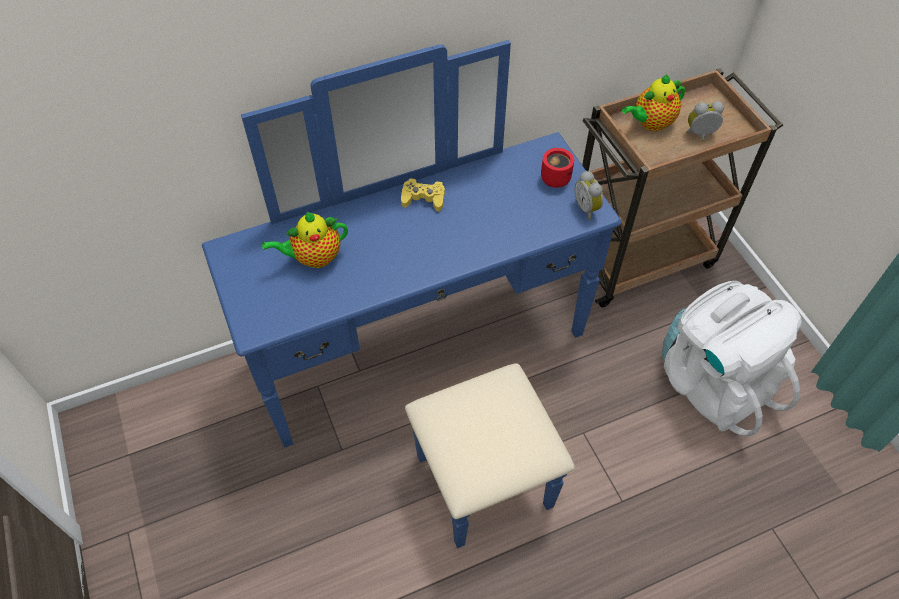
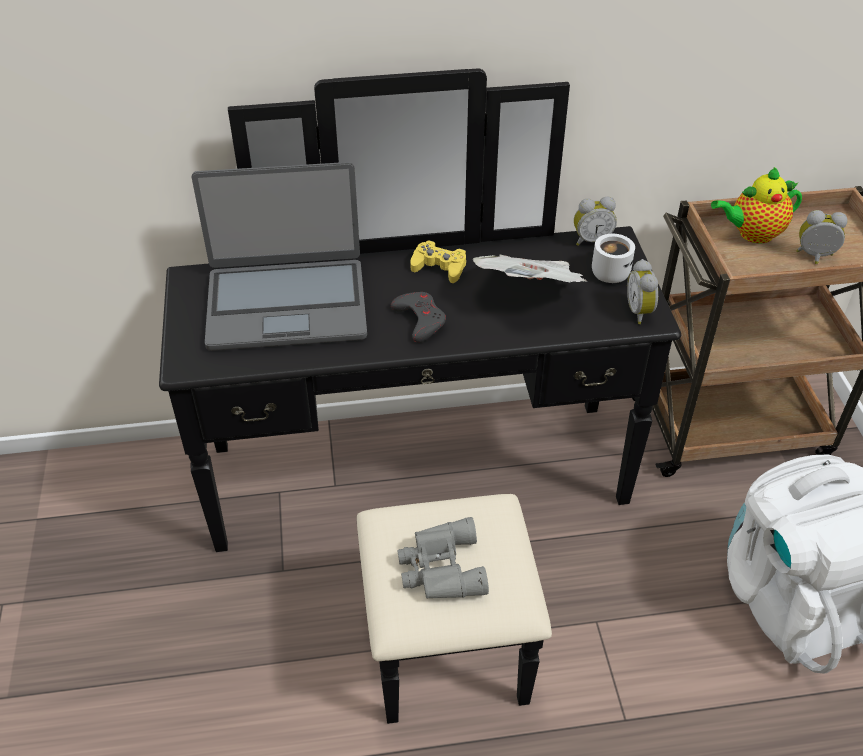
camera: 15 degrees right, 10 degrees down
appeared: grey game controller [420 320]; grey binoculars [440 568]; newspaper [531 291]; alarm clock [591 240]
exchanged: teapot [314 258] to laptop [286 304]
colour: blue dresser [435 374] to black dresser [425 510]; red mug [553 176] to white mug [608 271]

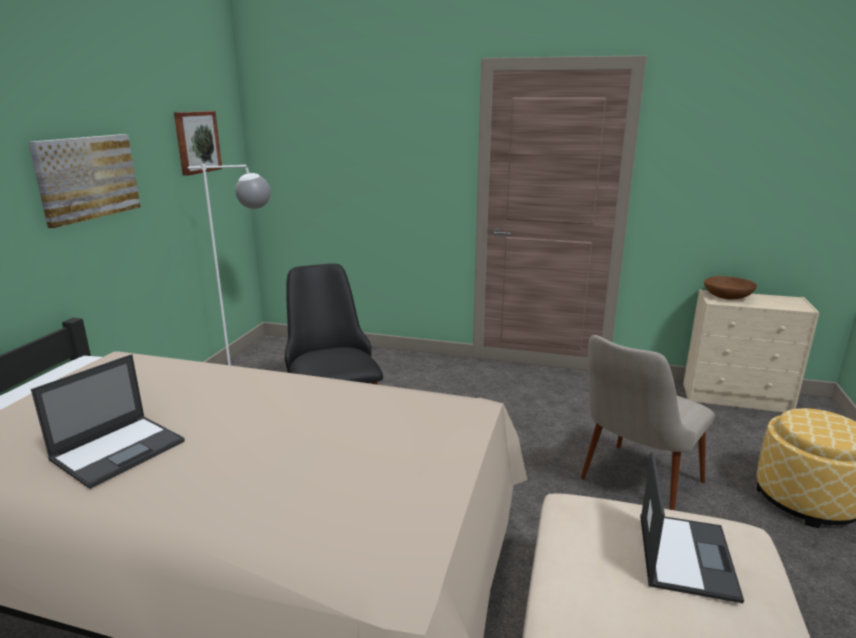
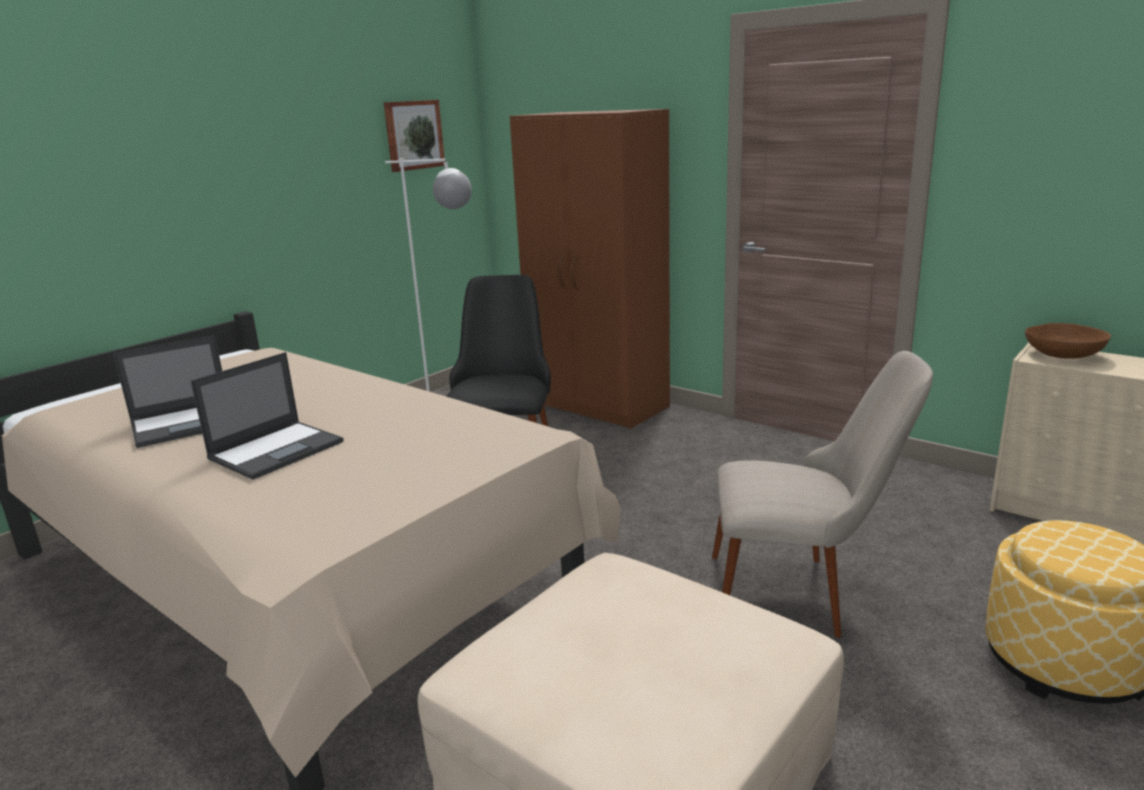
camera: 25 degrees right, 0 degrees up
missing: picture [87 178]
appeared: brown wardrobe [599 405]
relocated: laptop [685 554] to [277 449]
spun: beige chair [633 489] = [801 594] 150 degrees counterclockwise

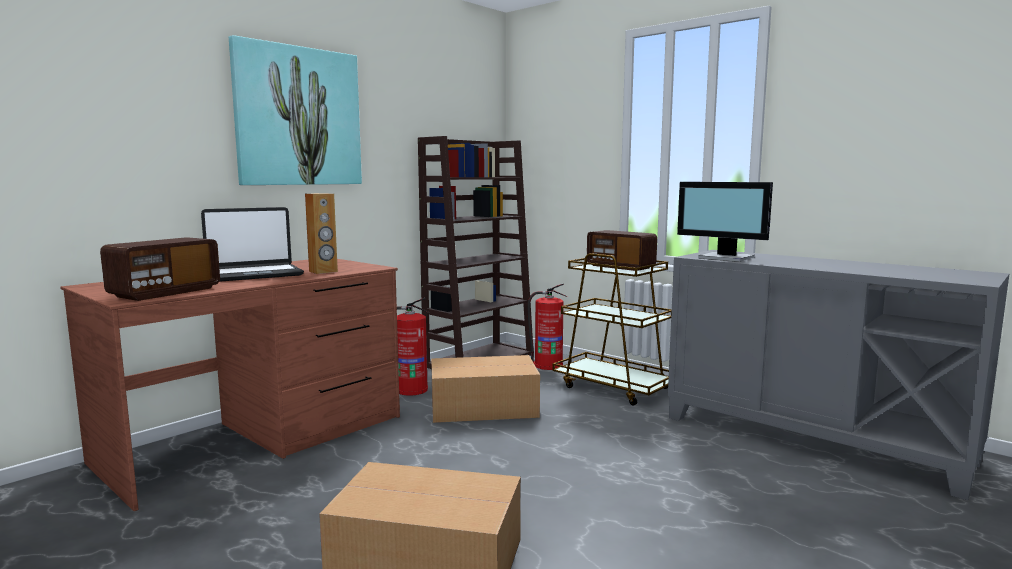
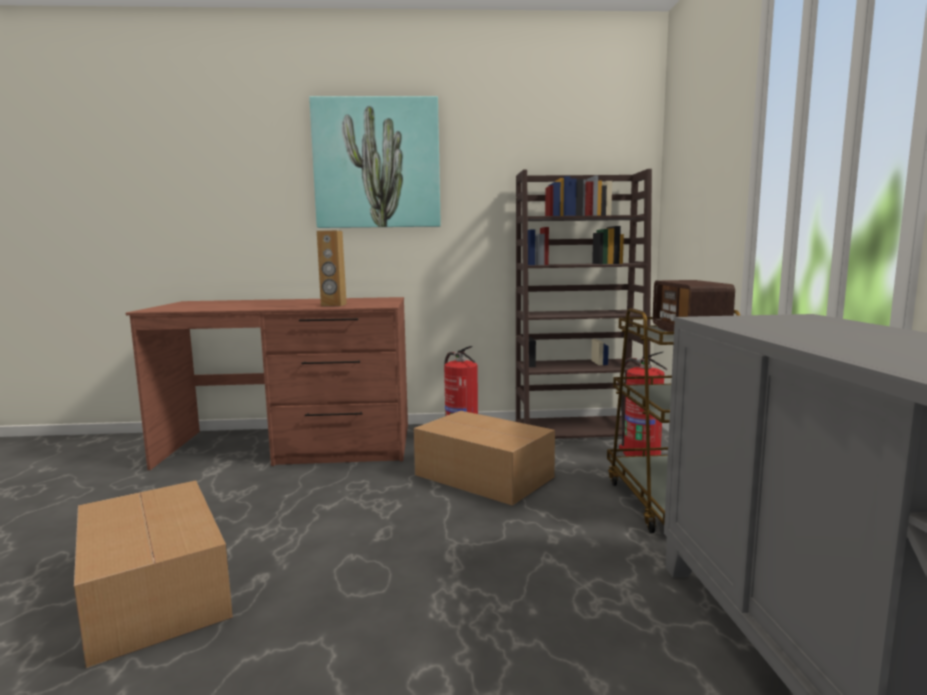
camera: 45 degrees right, 0 degrees up
missing: radio [165 292]; laptop [254 274]; monitor [726 258]

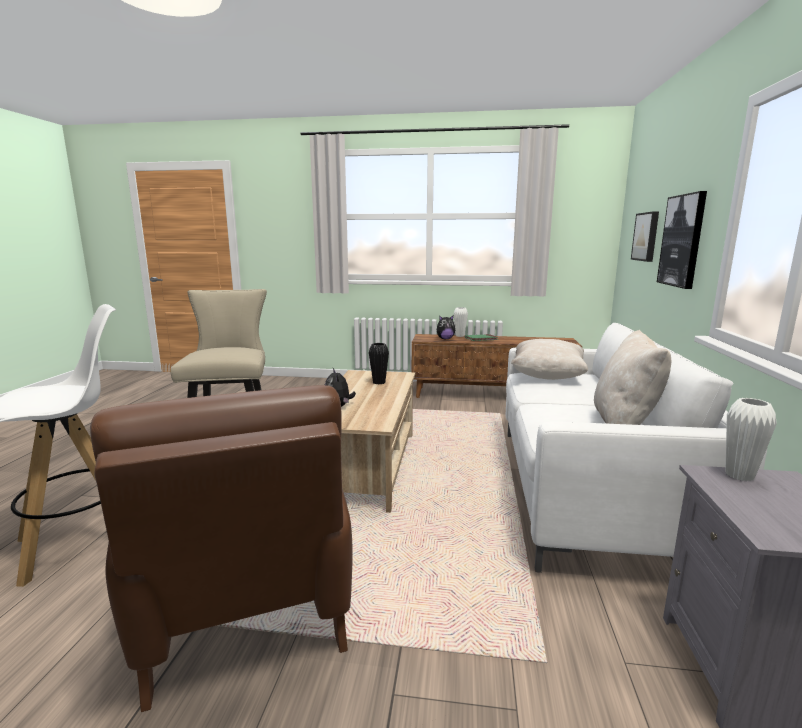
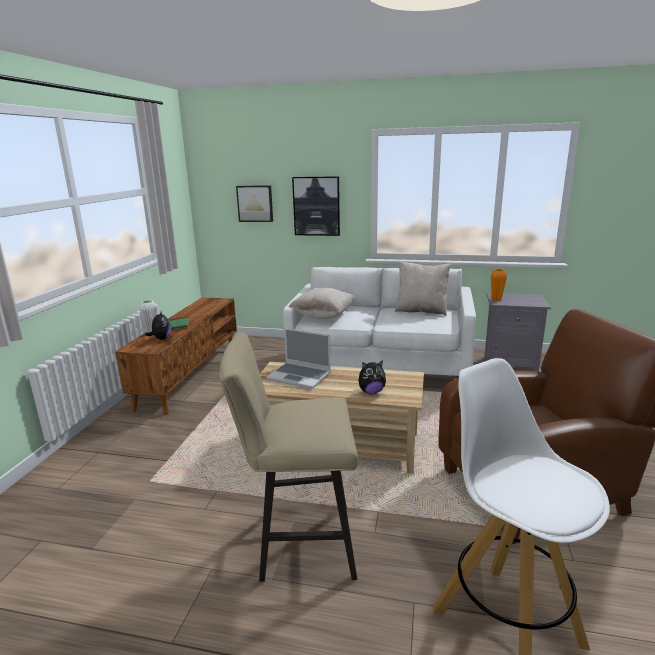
camera: 85 degrees left, 5 degrees up
exchanged: black vase [379 382] to laptop [300 376]
colour: white vase [739 475] to orange vase [496 299]

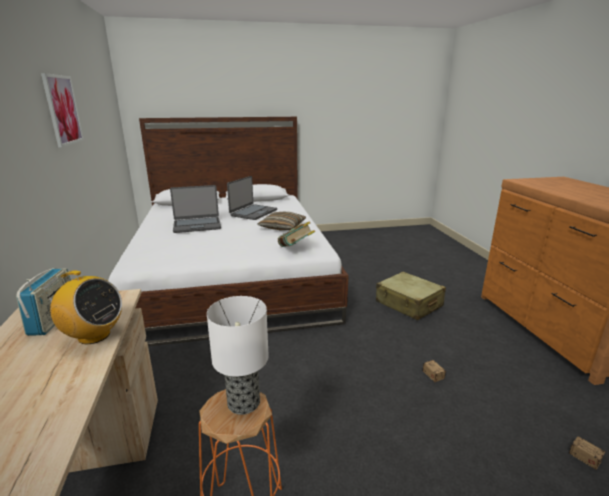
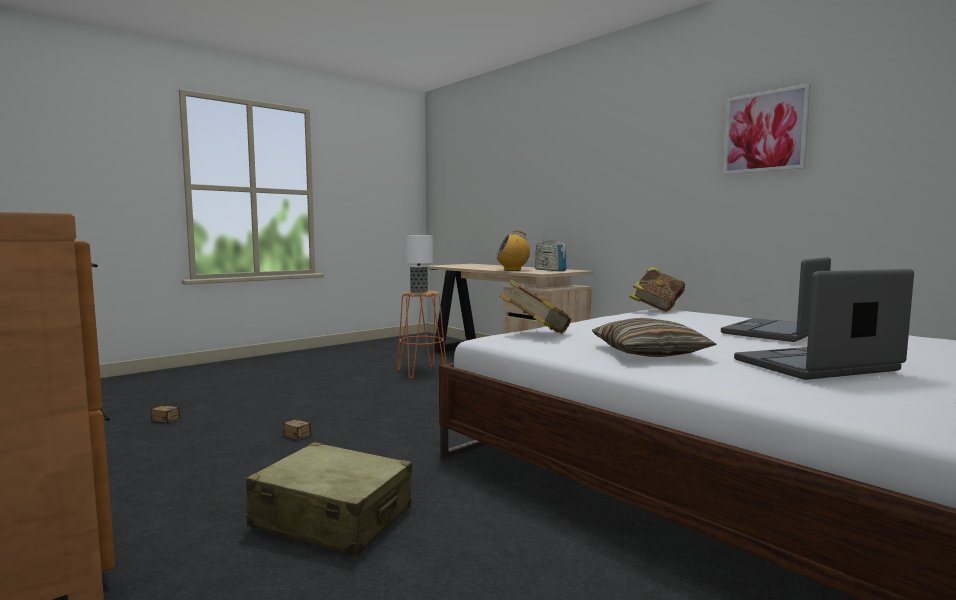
camera: 150 degrees right, 15 degrees down
appeared: book [657 309]
spun: laptop [253 213] = [817 366] 75 degrees clockwise

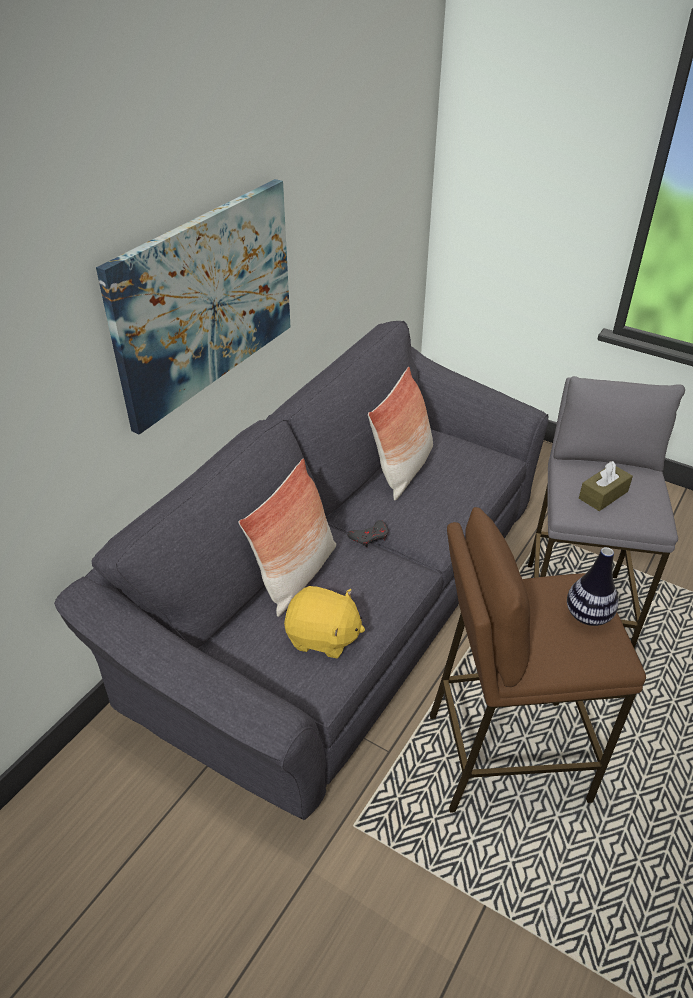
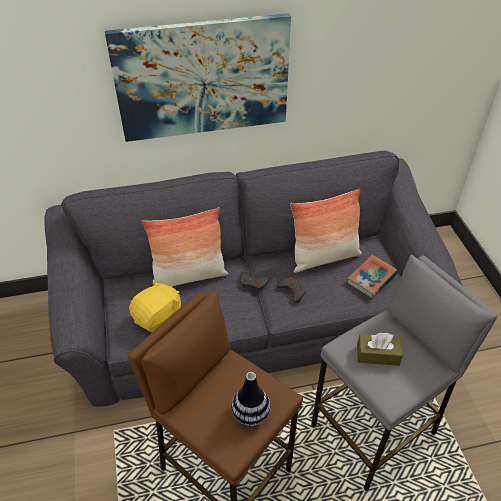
camera: 45 degrees right, 5 degrees up
appeared: grey game controller [292 291]; book [371 278]
spun: yellow plush toy [323 637] = [158 318] 105 degrees counterclockwise

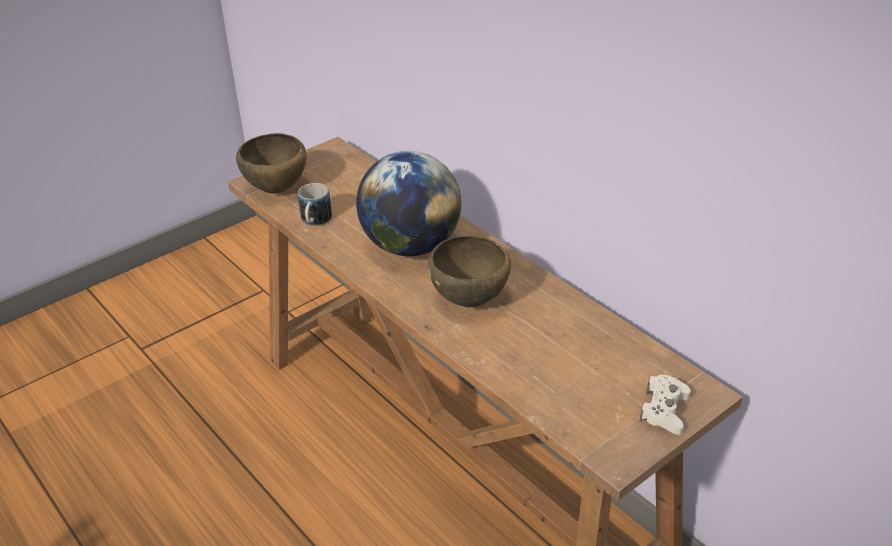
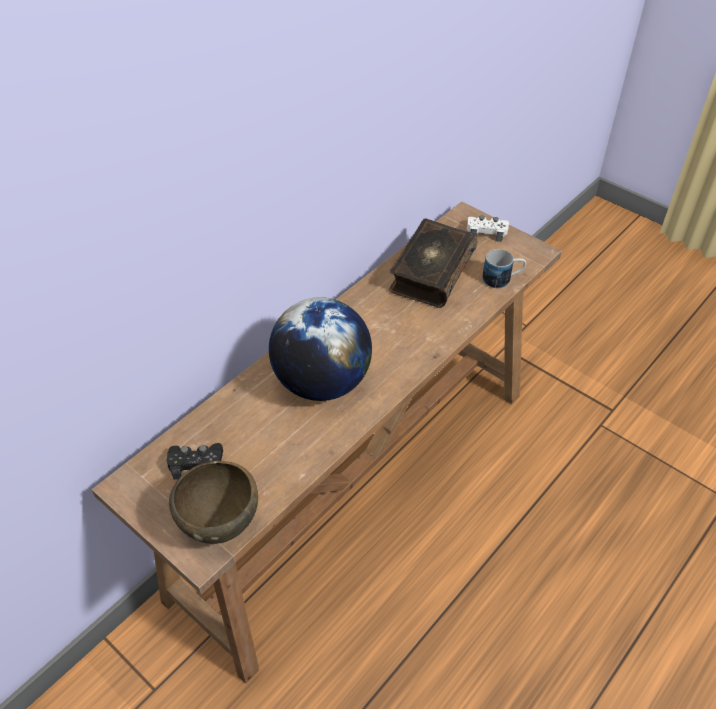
camera: 100 degrees left, 10 degrees up
missing: brown bowl [470 300]
appeared: black game controller [196 463]; book [430 272]
relocated: mug [314 222] to [502 279]

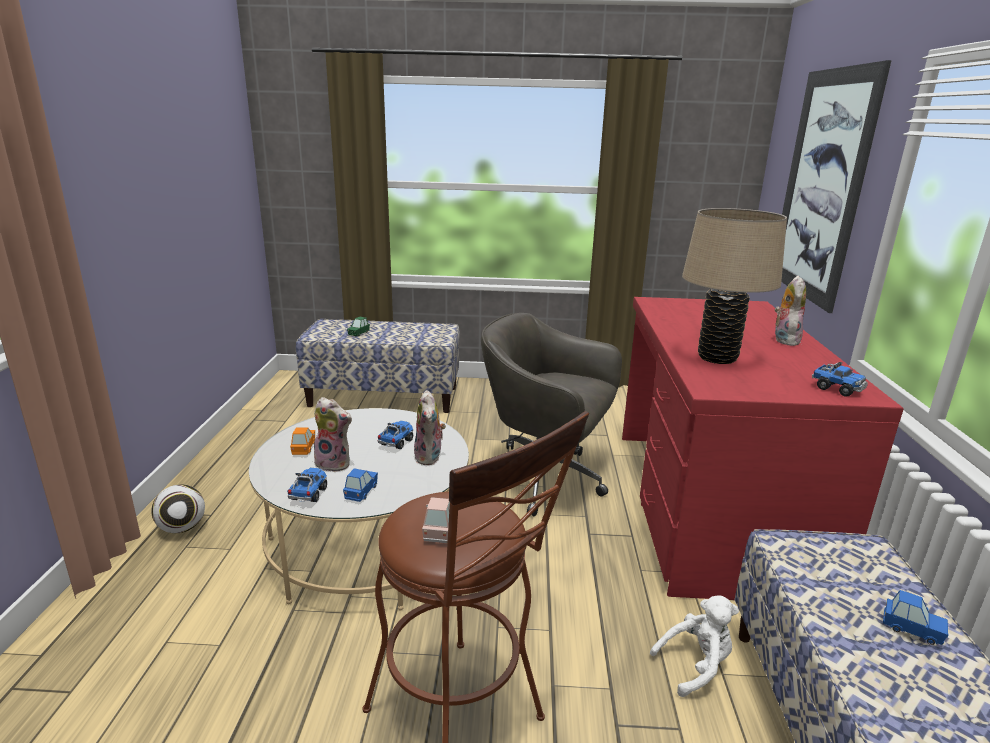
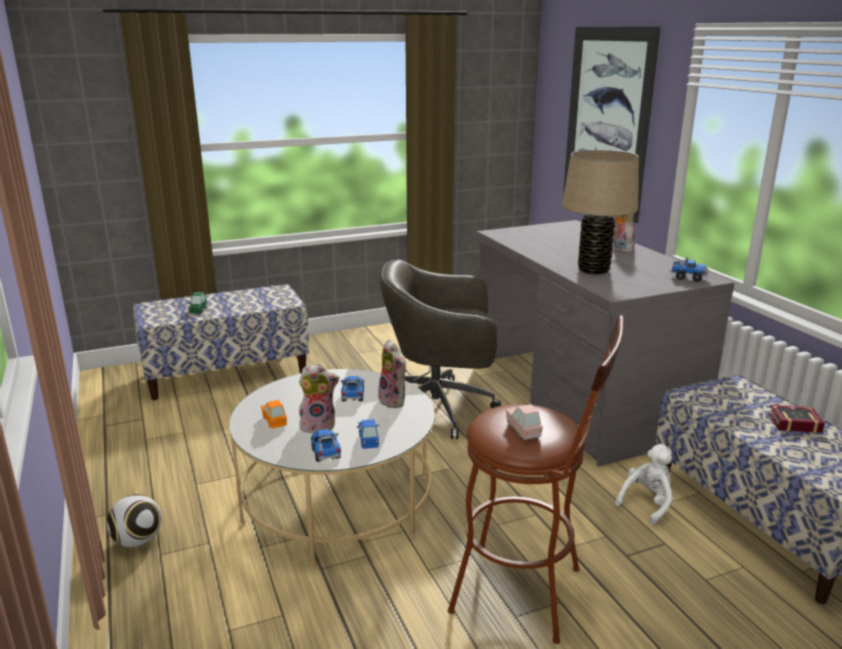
camera: 25 degrees left, 0 degrees up
exchanged: blue toy car [912 629] to book [791 422]
colour: red desk [709 506] to grey desk [578 396]

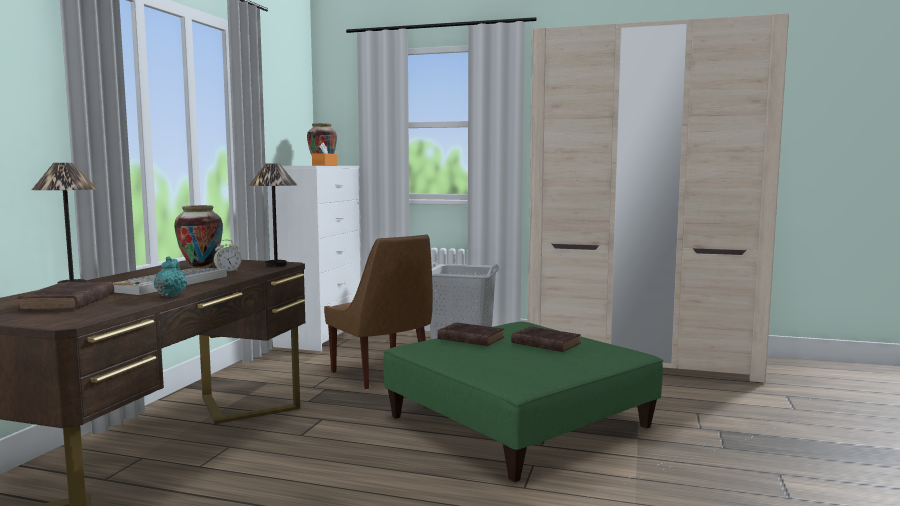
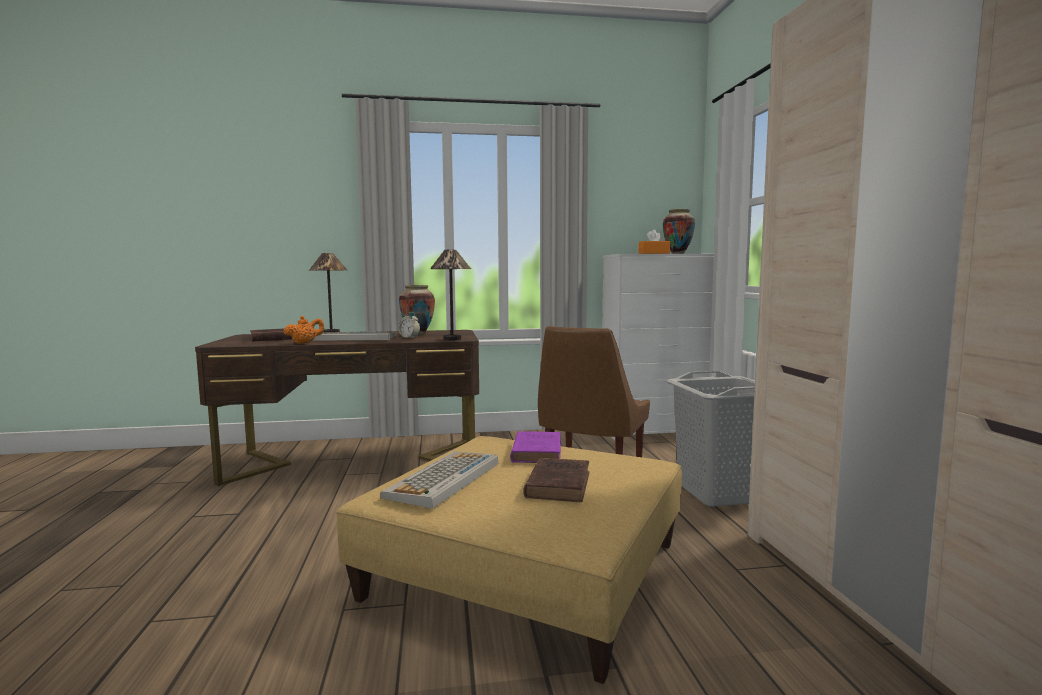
camera: 65 degrees right, 0 degrees up
appeared: keyboard [444 480]
colour: turquoise teapot [171 295] to orange teapot [304 343]; green ottoman [518 422] to beige ottoman [526 570]; brown book [469 338] to purple book [537 451]

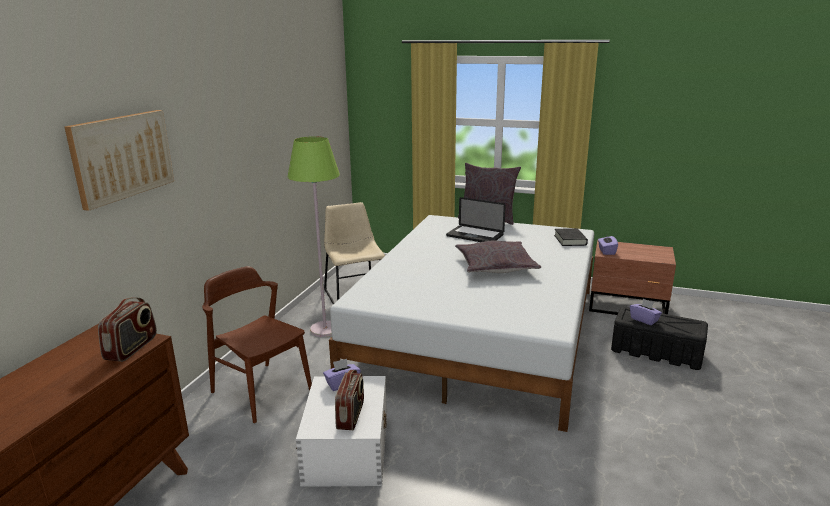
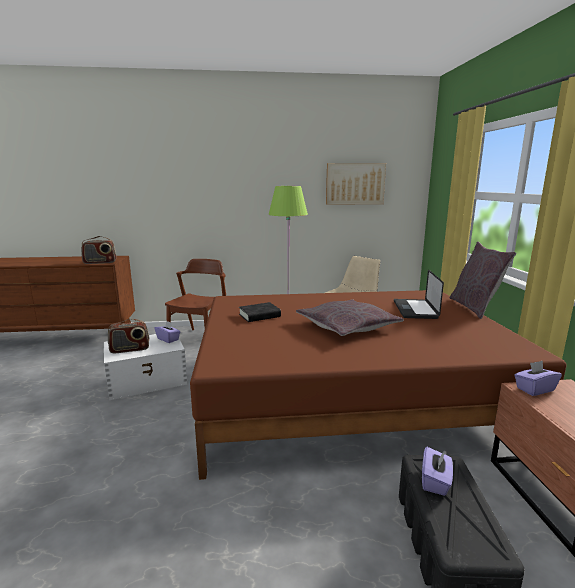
camera: 65 degrees right, 5 degrees down
relocated: picture [122 156] to [355 184]; black book [570 240] to [259 316]
colour: white bed [480 332] to brown bed [348 395]

